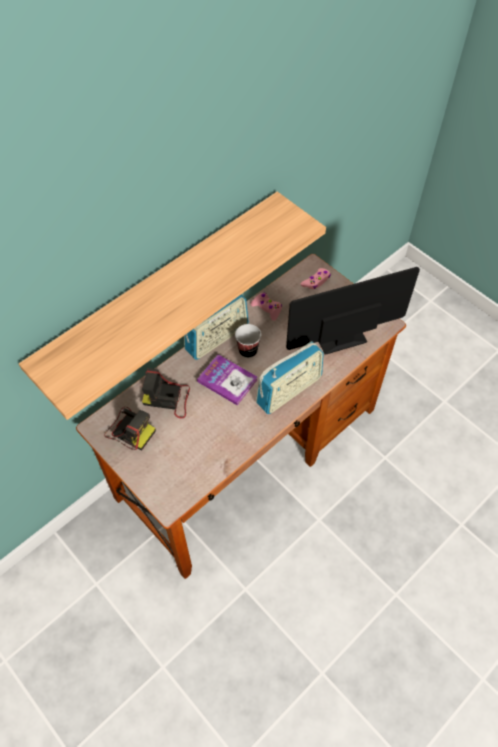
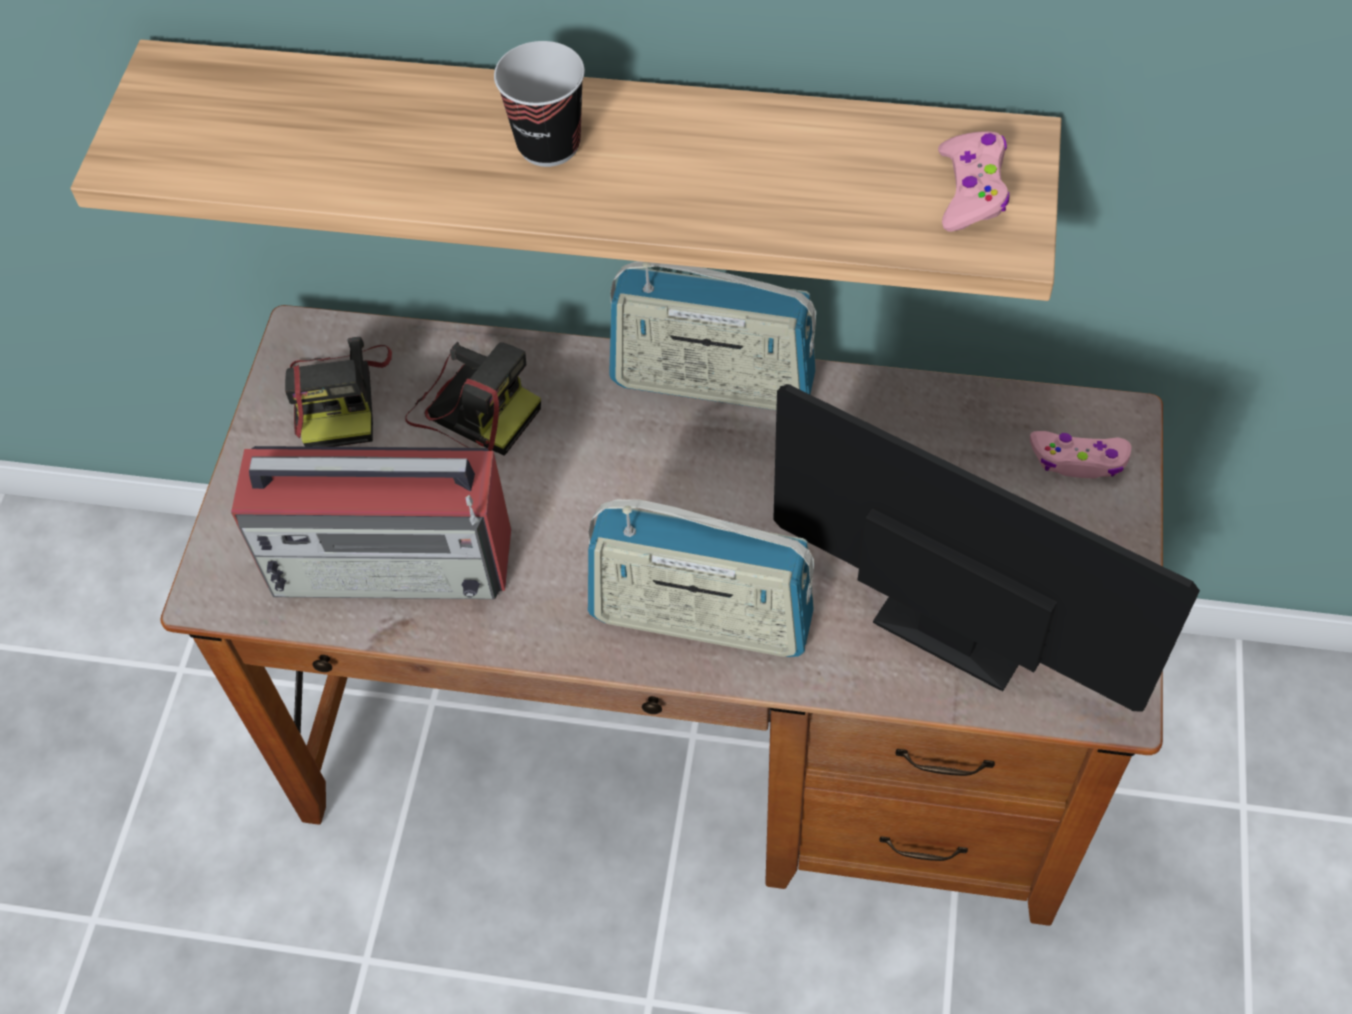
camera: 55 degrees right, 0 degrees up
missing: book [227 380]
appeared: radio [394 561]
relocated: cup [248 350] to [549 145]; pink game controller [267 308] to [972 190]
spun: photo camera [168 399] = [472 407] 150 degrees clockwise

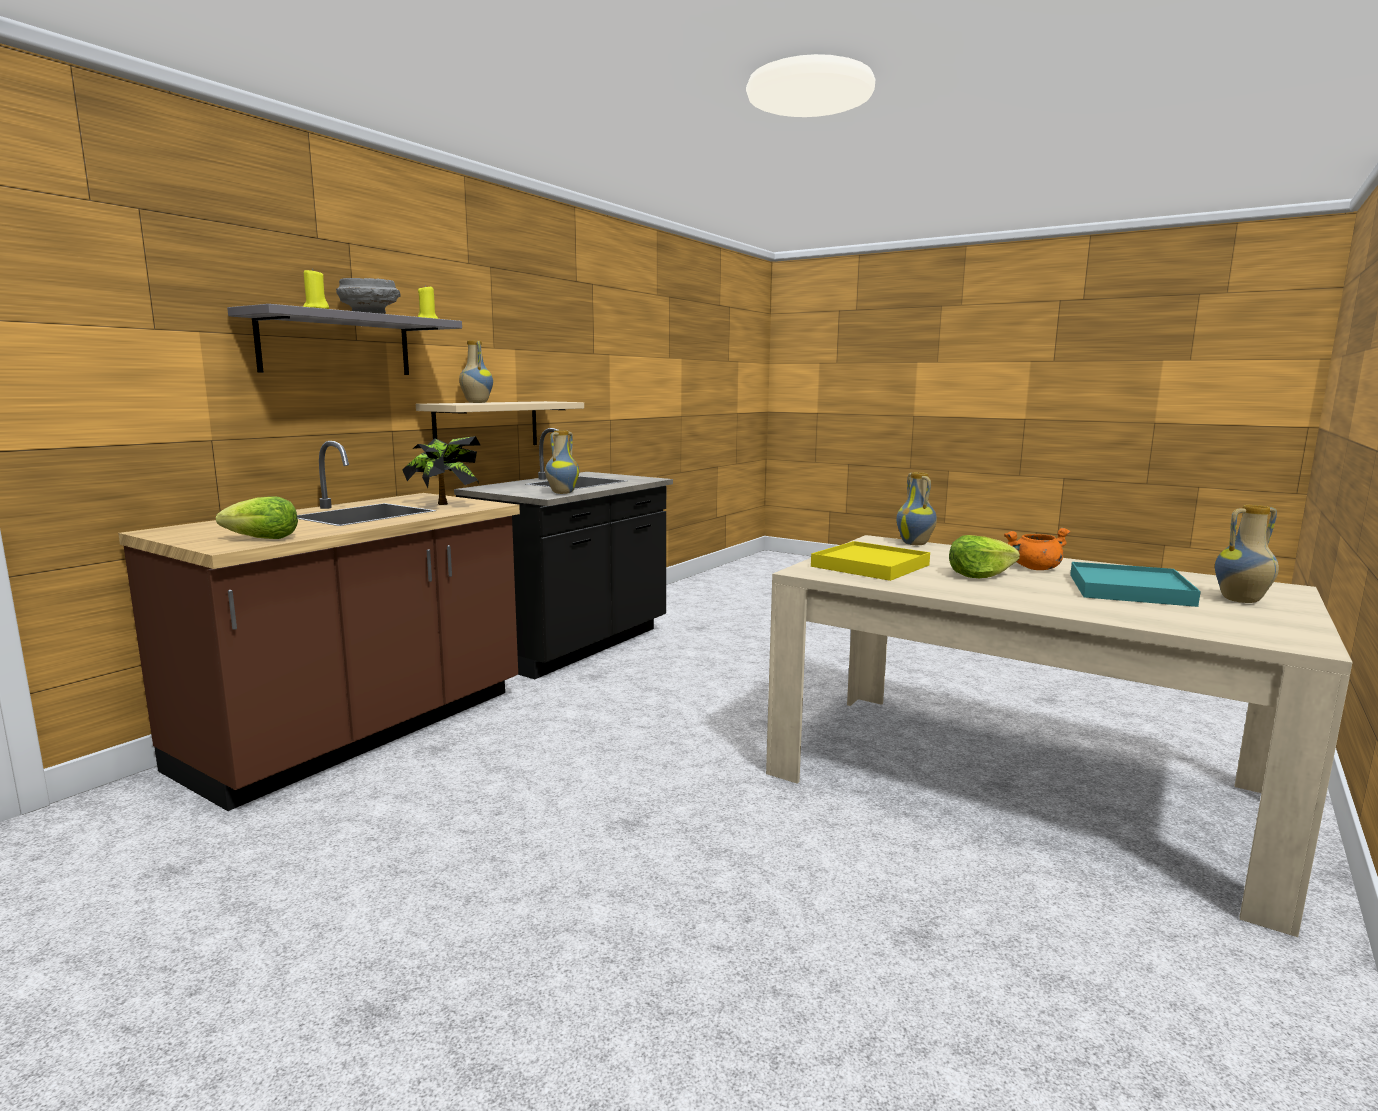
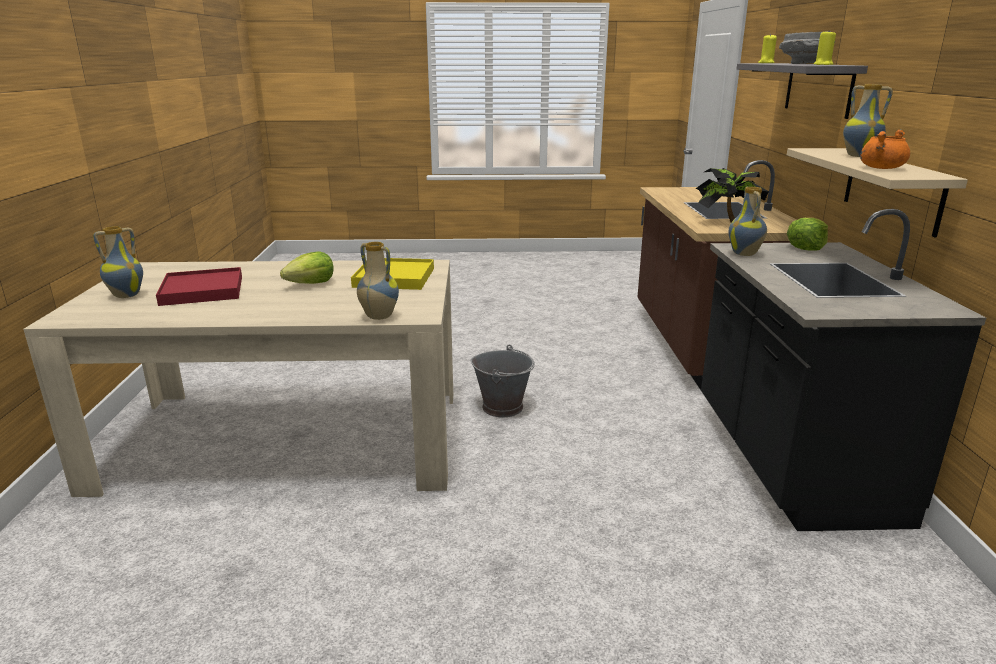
camera: 145 degrees right, 10 degrees up
appeared: grey bucket [503 407]
relocated: lettuce [263 539] to [806 247]; orange cooking pot [1035 568] to [881 168]
colour: turquoise tray [1129 590] to red tray [202 290]

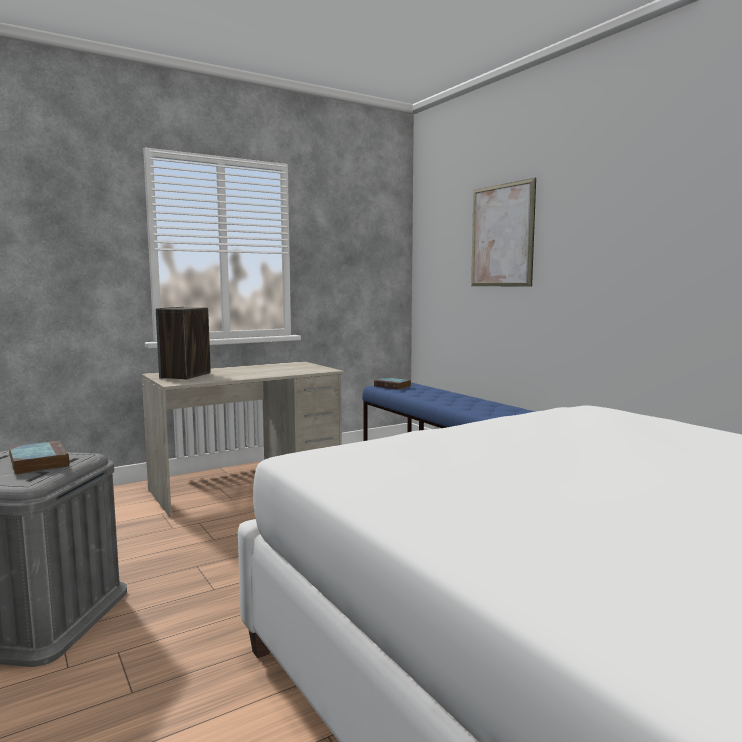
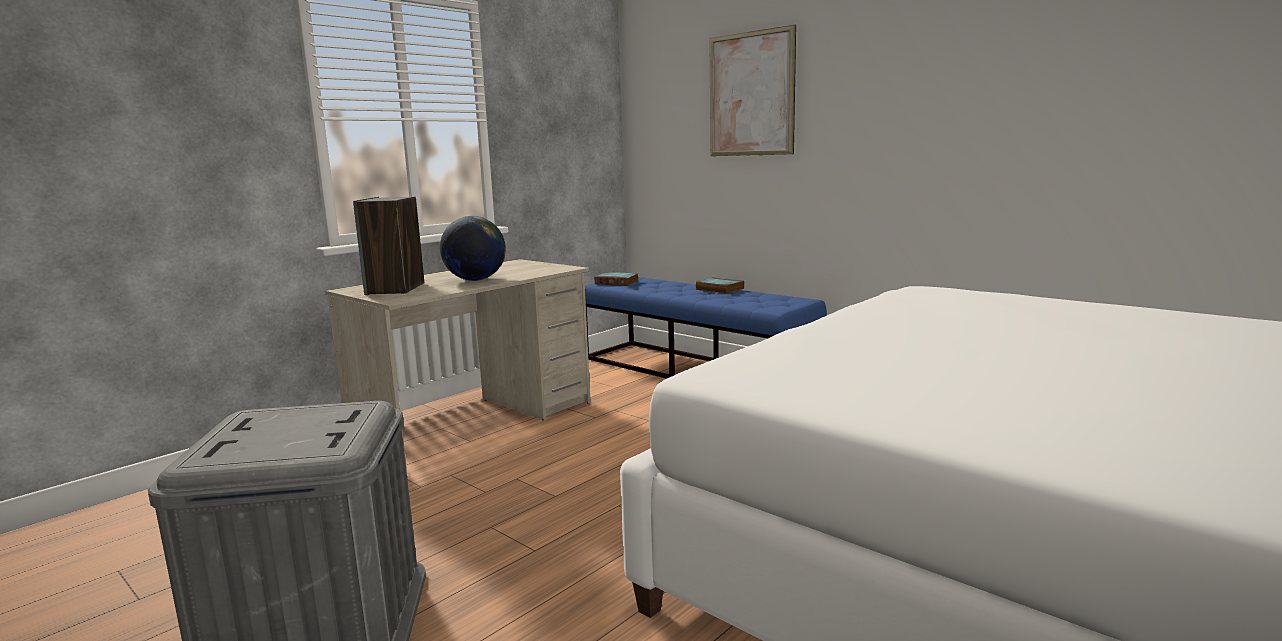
camera: 15 degrees left, 5 degrees up
appeared: globe [475 280]
relocated: book [38 462] to [718 289]

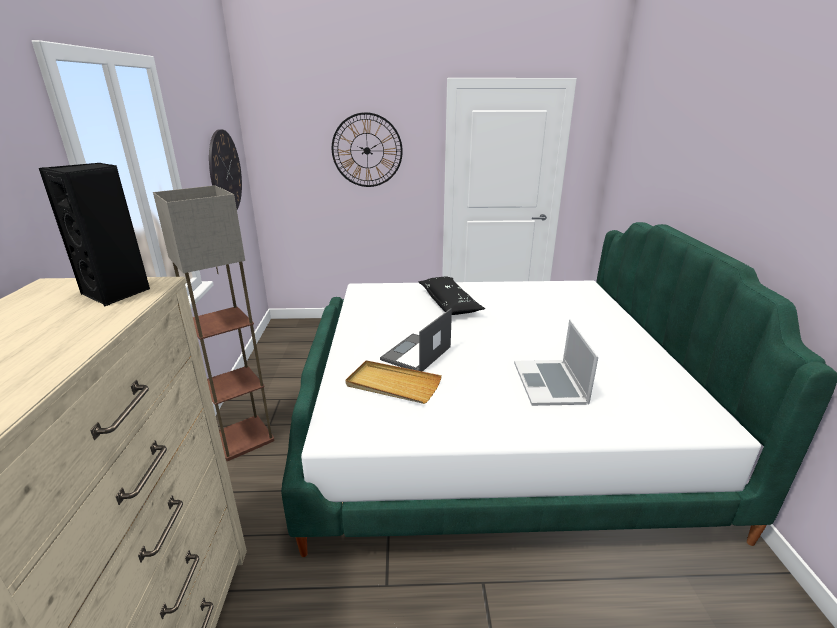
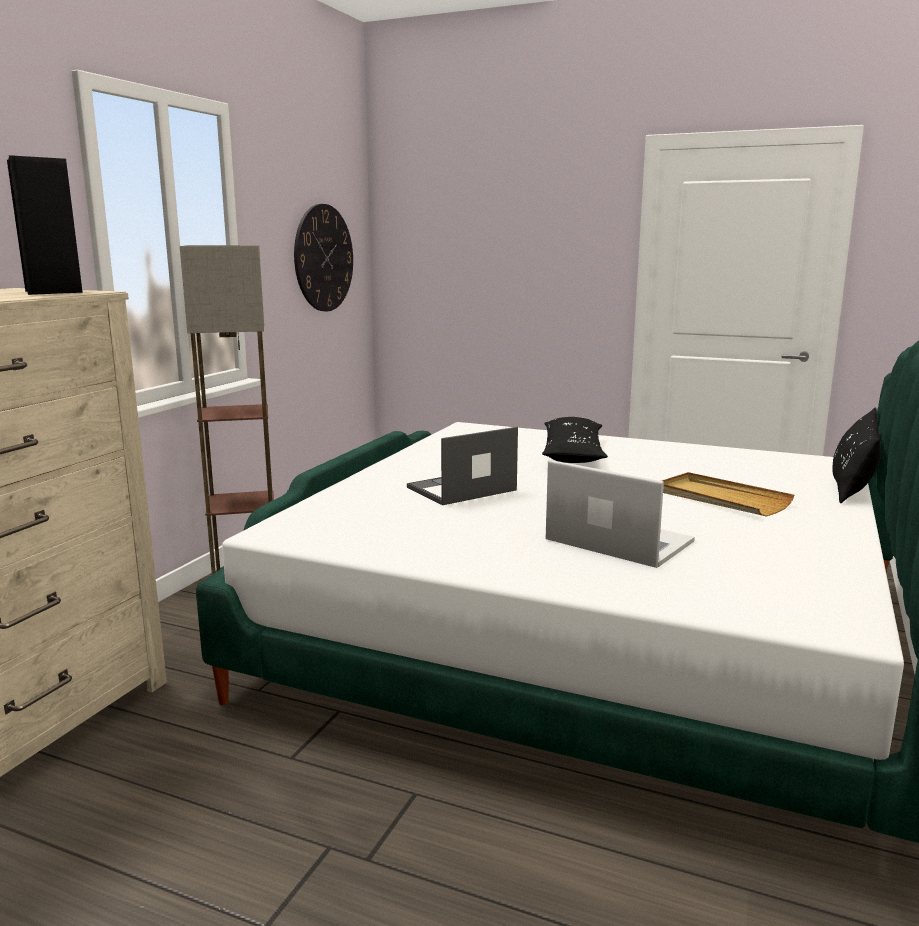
camera: 25 degrees right, 10 degrees down
missing: wall clock [367 150]
appeared: black pillow [852 484]
relocated: beige tray [392 385] to [721 498]
spun: laptop [550 382] = [618 541] 105 degrees clockwise

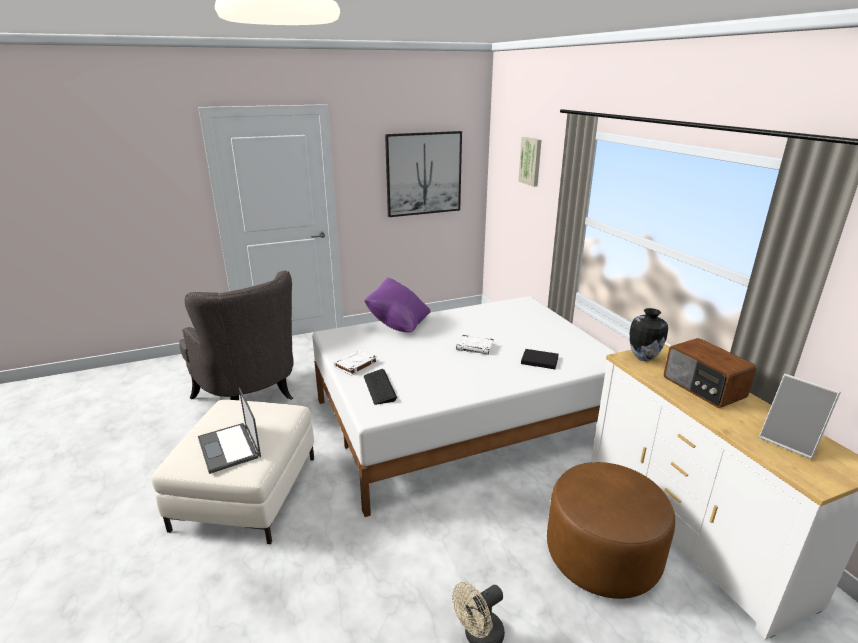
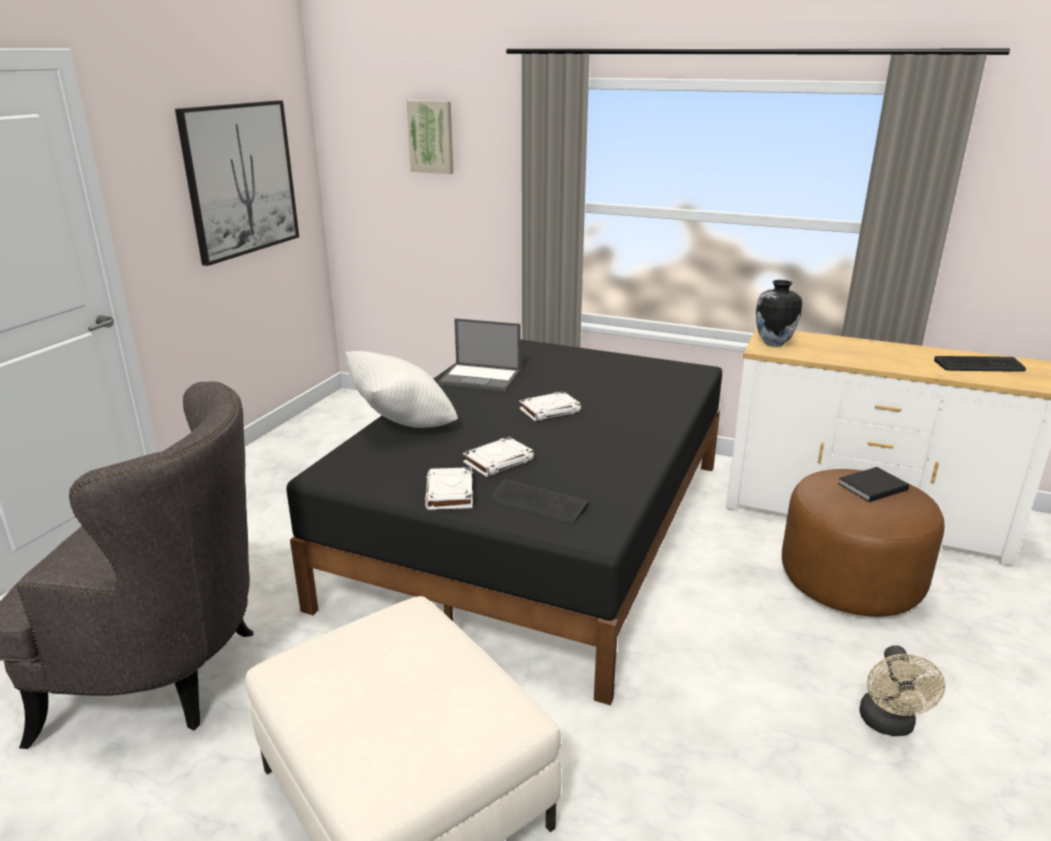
camera: 45 degrees left, 0 degrees up
missing: radio [703 388]
appeared: white book [499 461]
relocated: laptop [229 448] to [481 378]; black book [538 360] to [870 487]
exchanged: picture frame [790 441] to keyboard [979 365]
colour: white bed [463 419] to black bed [538 530]; purple pillow [398 325] to white pillow [402 423]

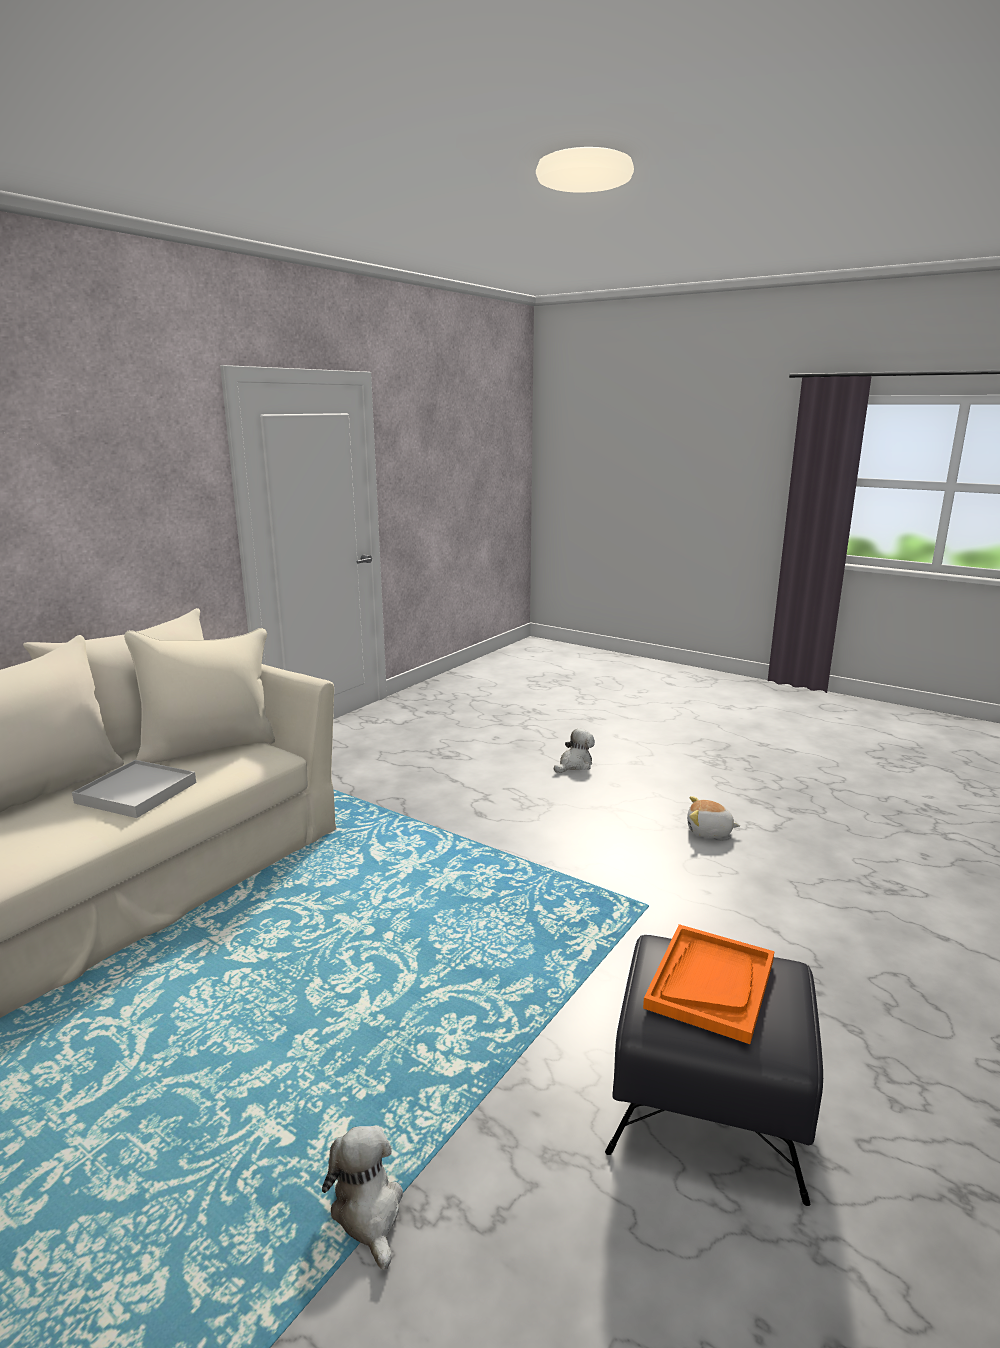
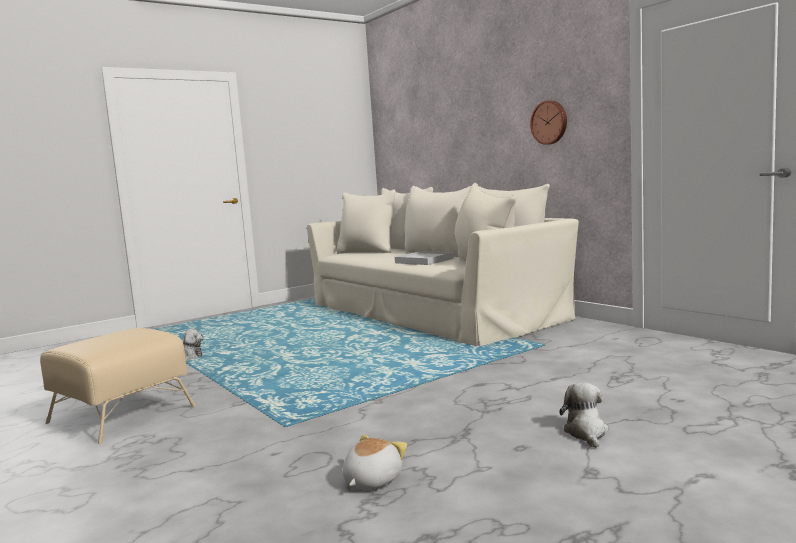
camera: 110 degrees right, 10 degrees down
missing: orange tray [710 983]
appeared: wall clock [549 122]
colour: black ottoman [710 1101] to beige ottoman [120 414]
spun: plush toy [574 765] = [586 433] 150 degrees counterclockwise

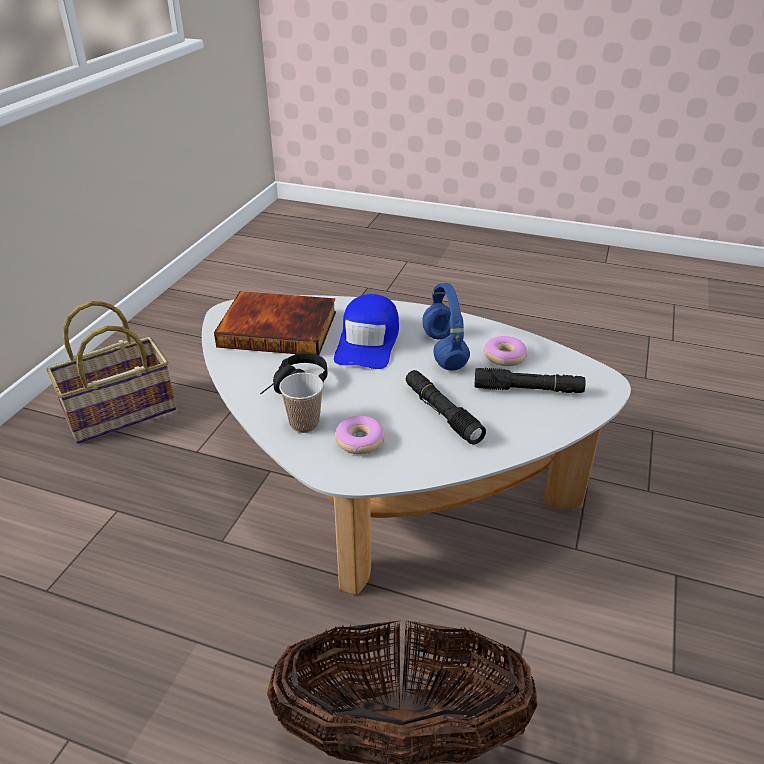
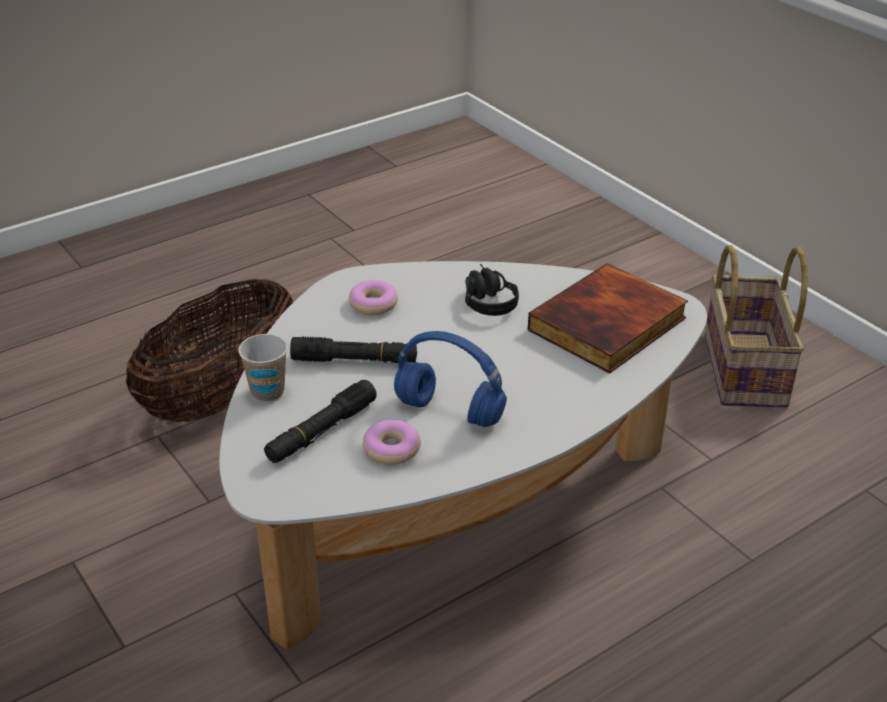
camera: 125 degrees right, 0 degrees up
missing: blue cap [368 341]
relocated: cup [304 424] to [267 392]

